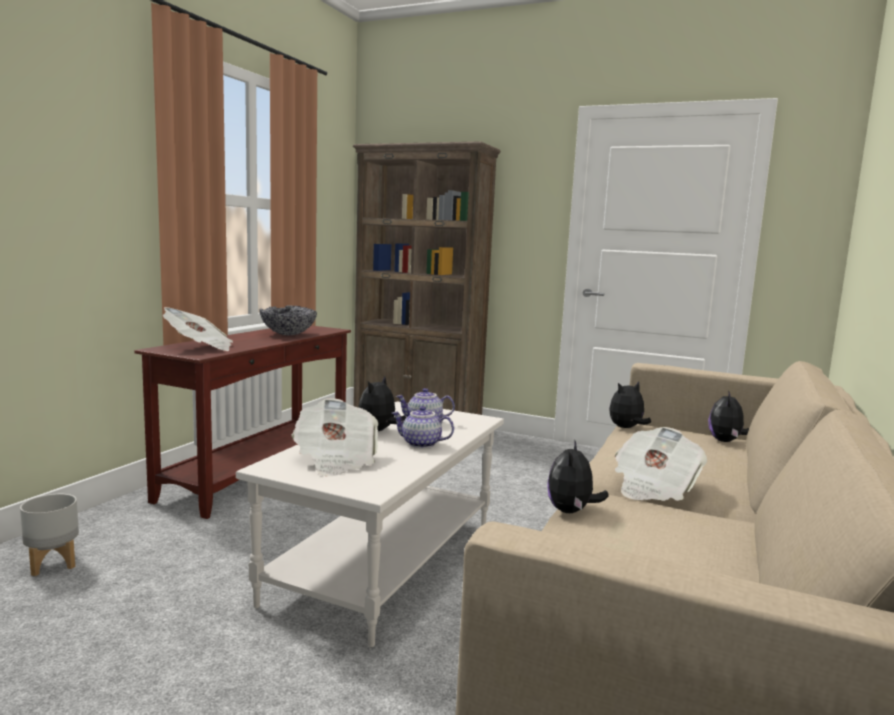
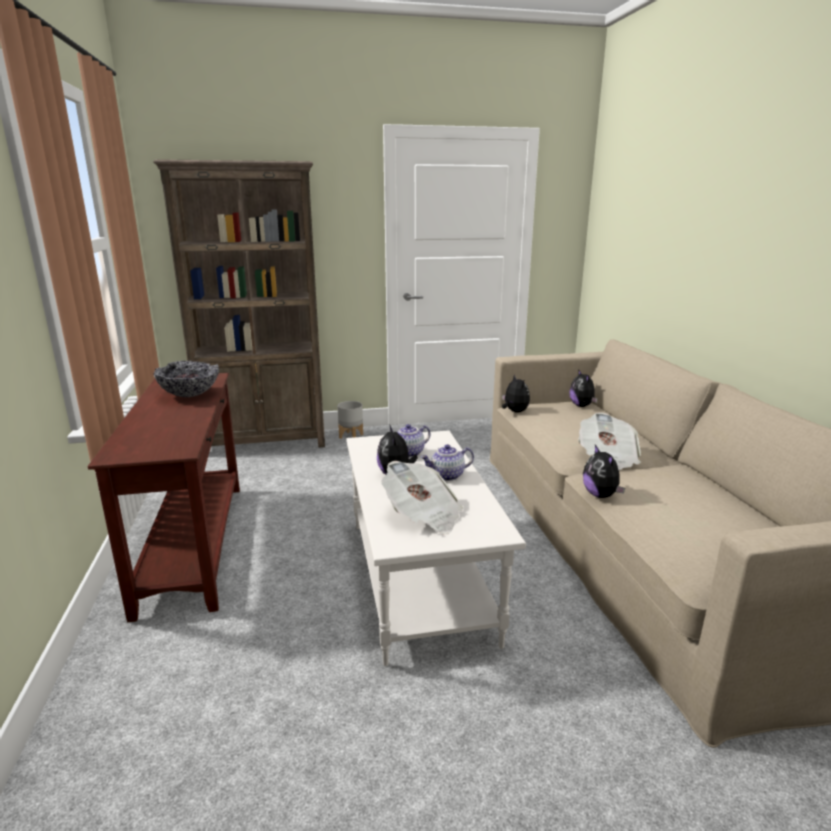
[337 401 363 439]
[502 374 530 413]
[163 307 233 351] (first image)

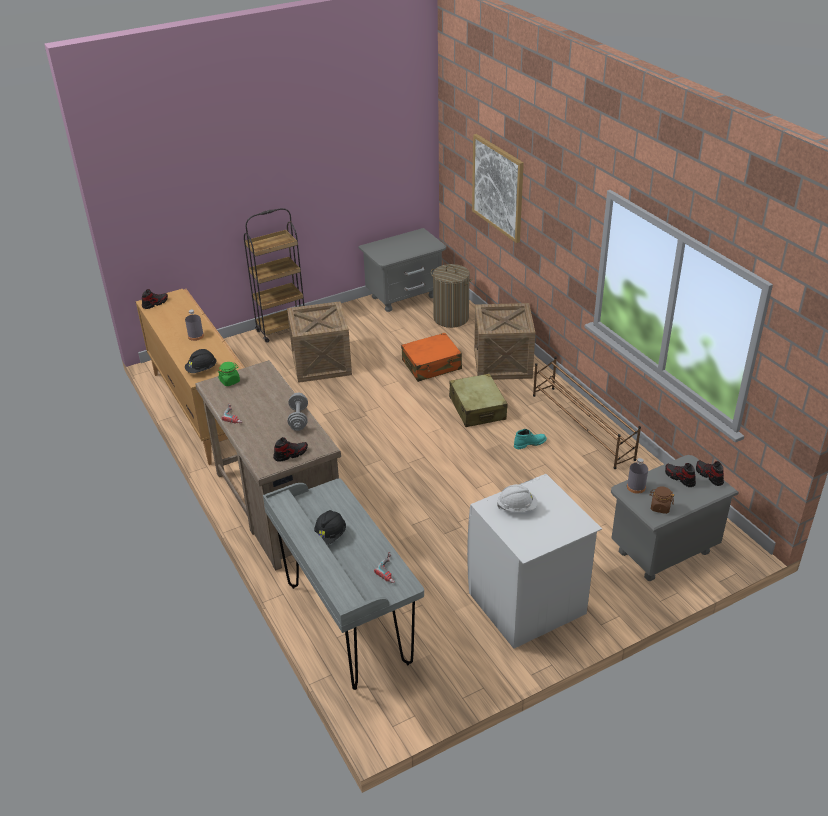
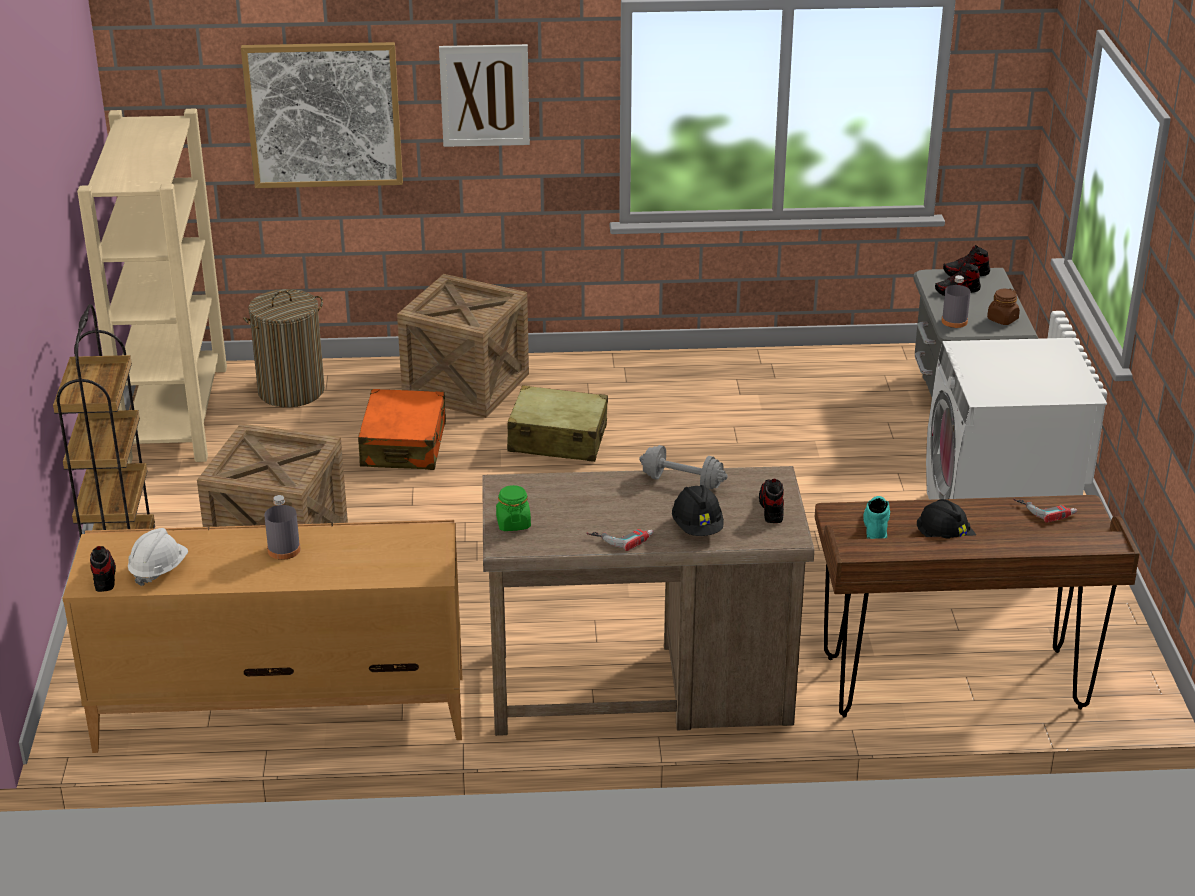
[77 109 227 464]
[128 528 188 586]
[439 44 530 147]
[672 485 724 536]
[815 495 1140 718]
[863 496 890 539]
[533 357 641 469] (first image)

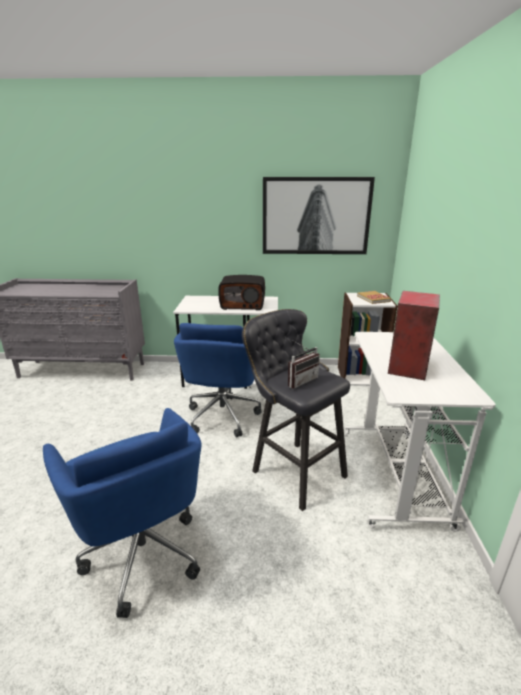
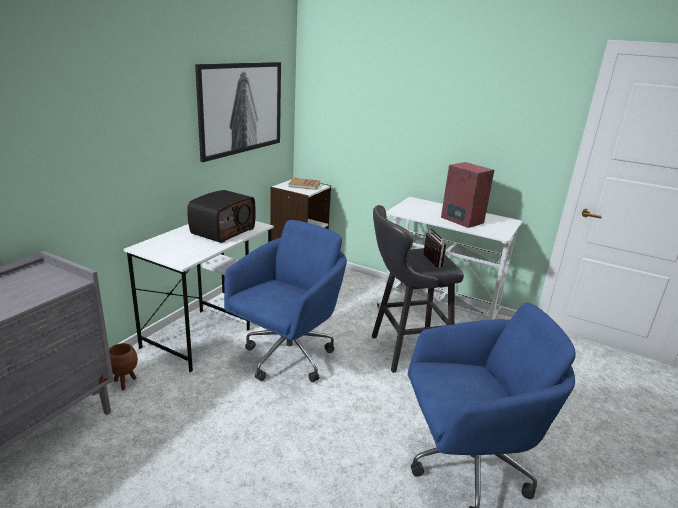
[109 343 138 390]
[224 220 347 382]

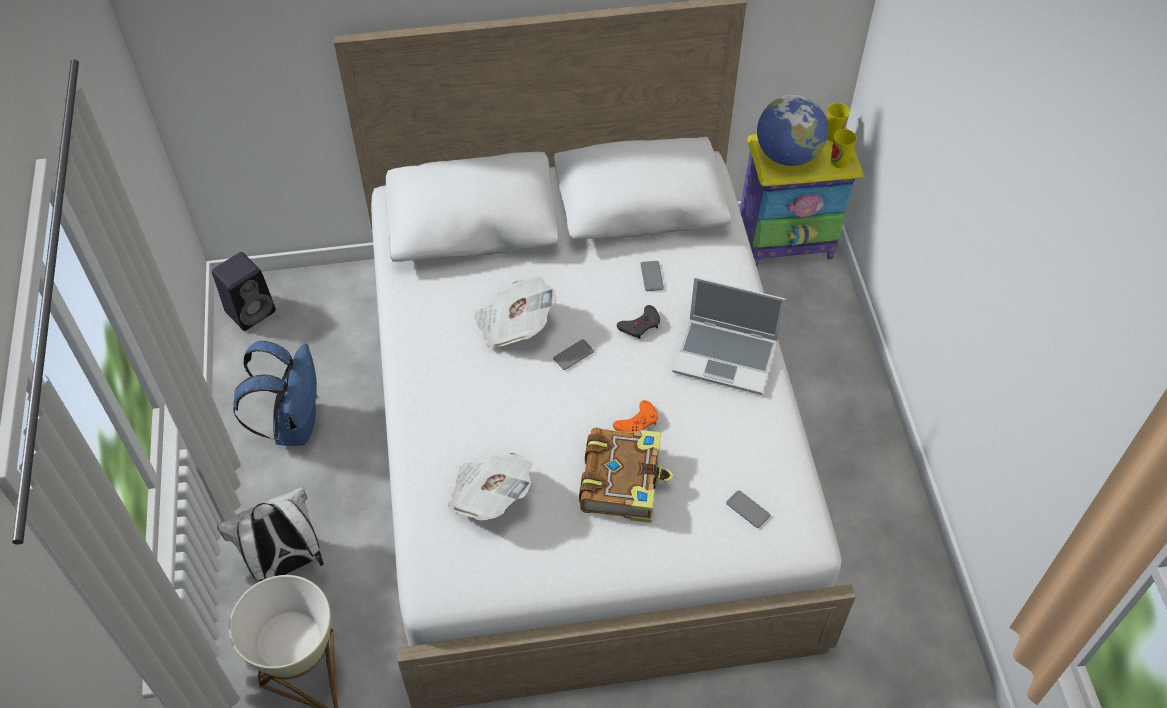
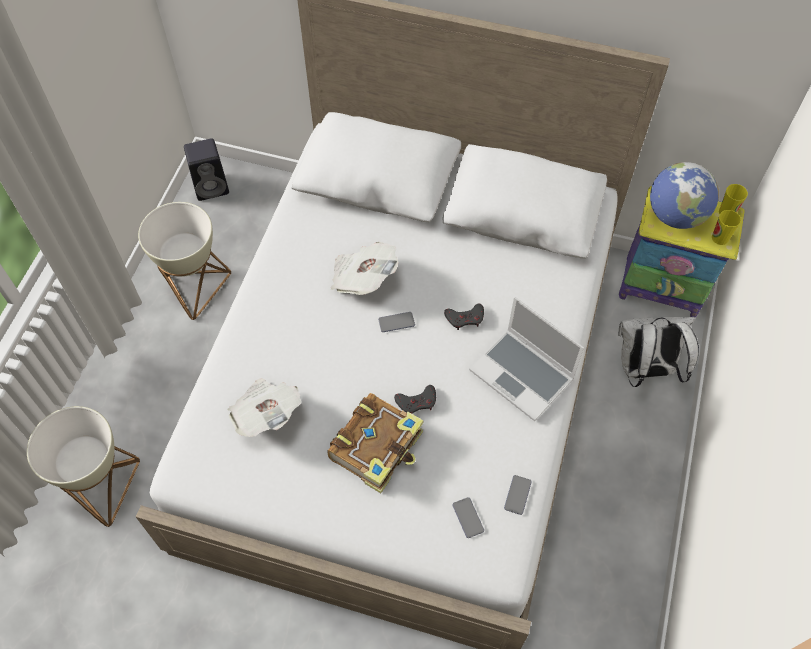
[138 202 231 320]
[394 385 436 414]
[504 475 532 515]
[618 317 699 387]

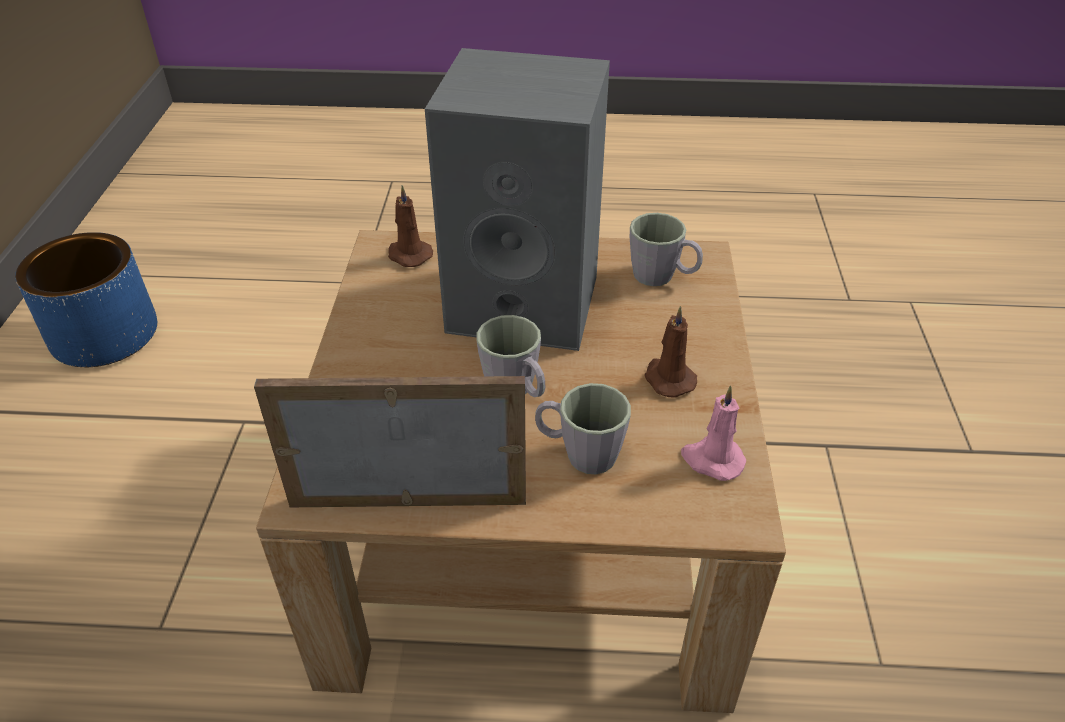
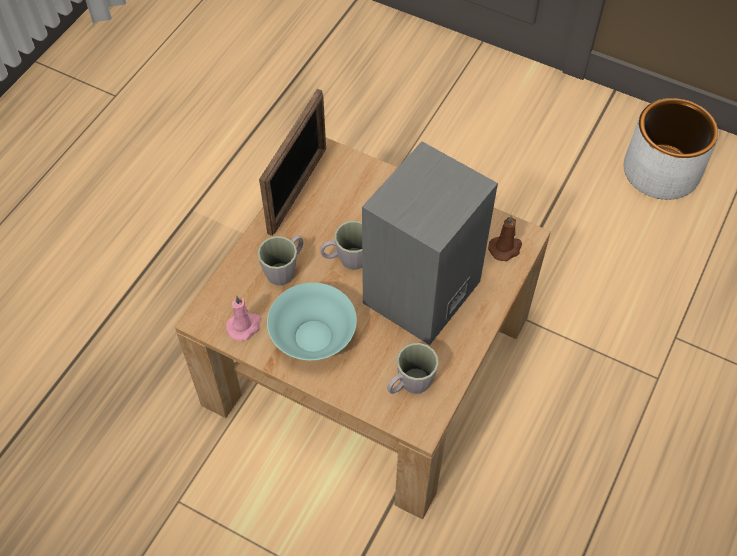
[267 283 357 360]
[624 98 719 200]

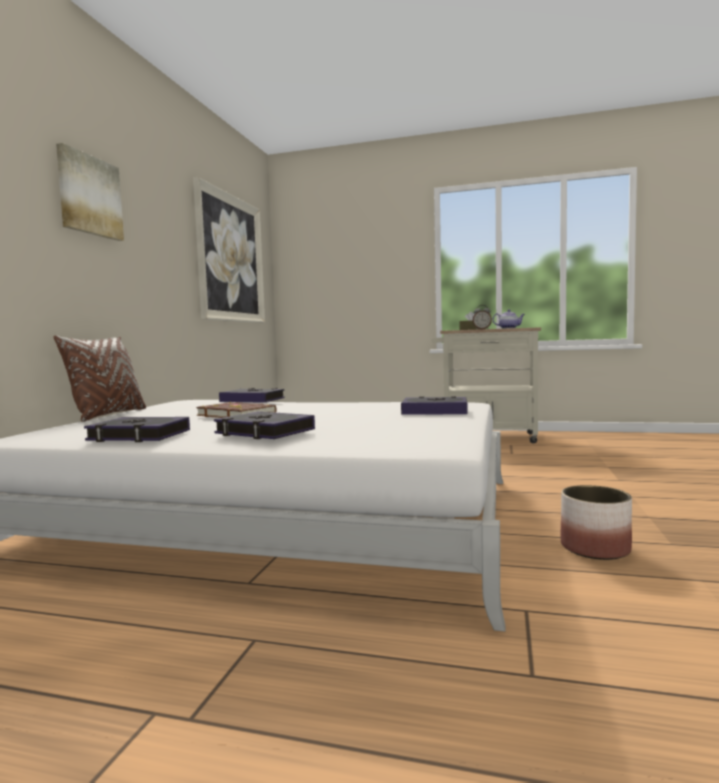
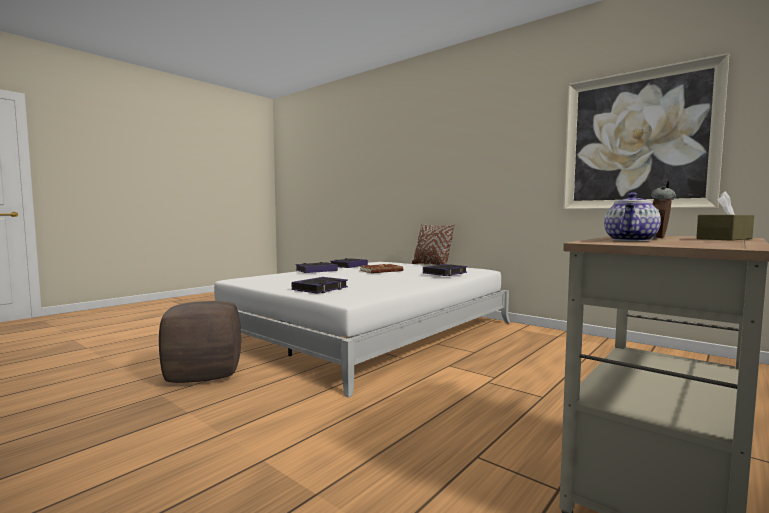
[159 301 241 383]
[56 143 124 241] (first image)

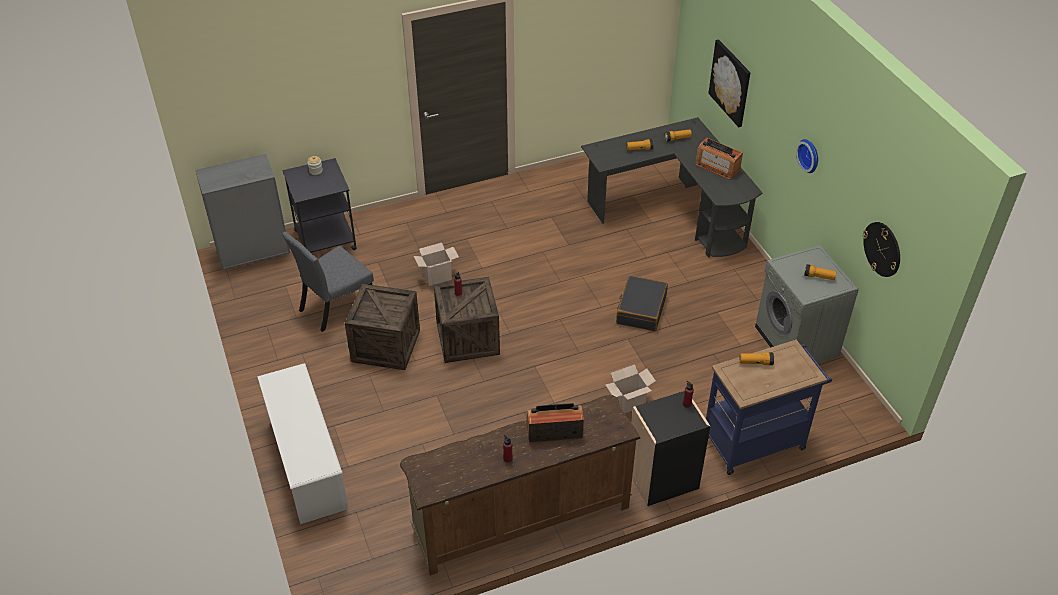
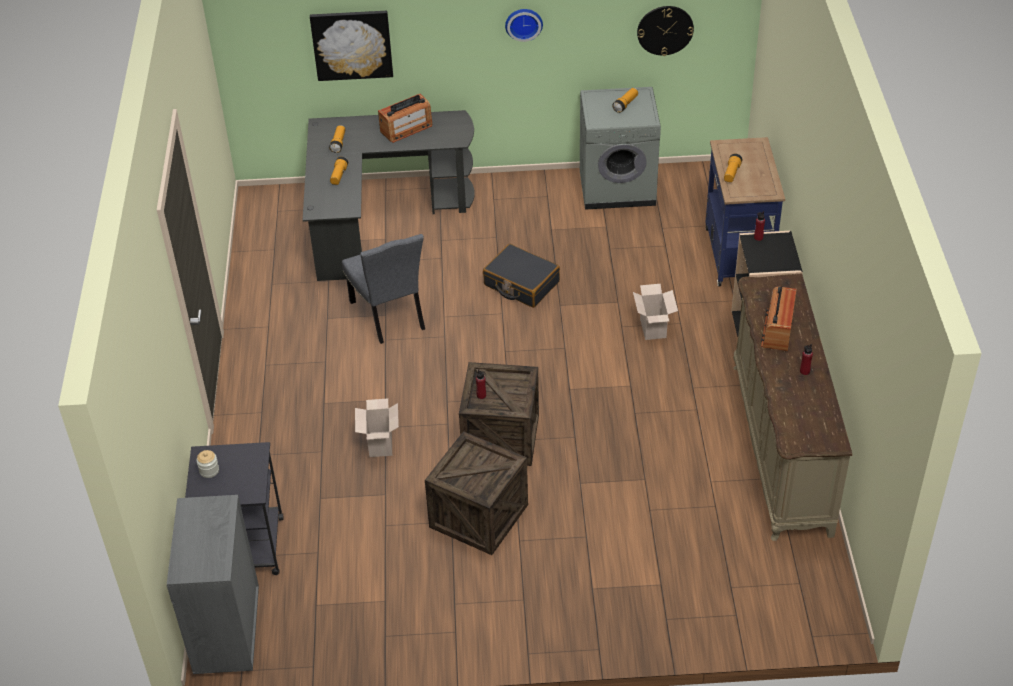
[342 234 425 344]
[257 363 349 524] (first image)

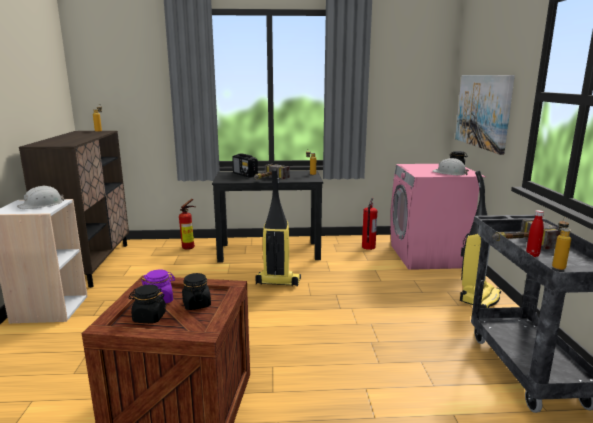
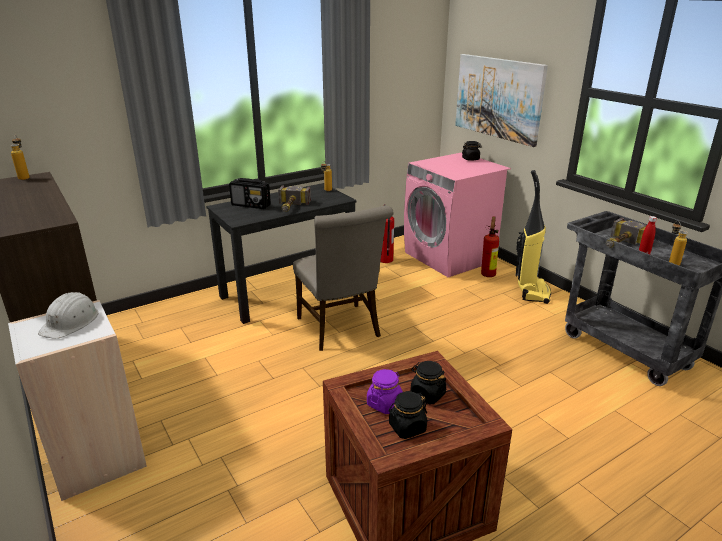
[293 205 394 351]
[481 217 499 277]
[432 158 469 175] (first image)

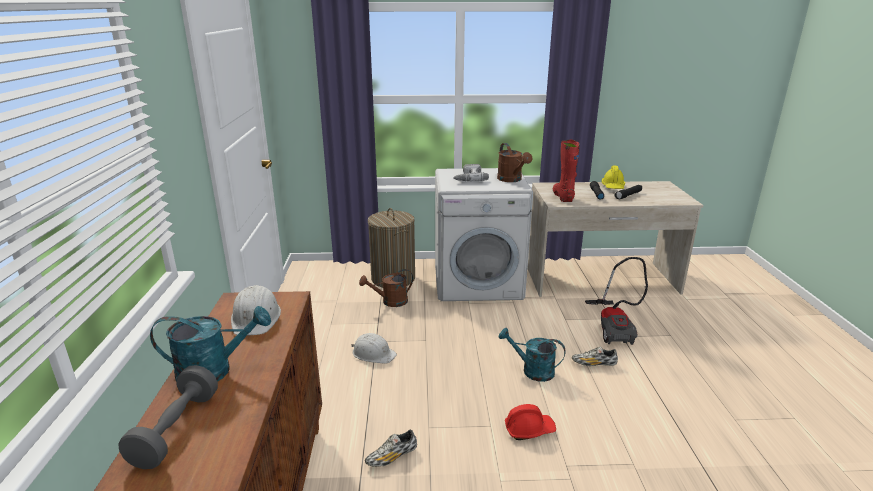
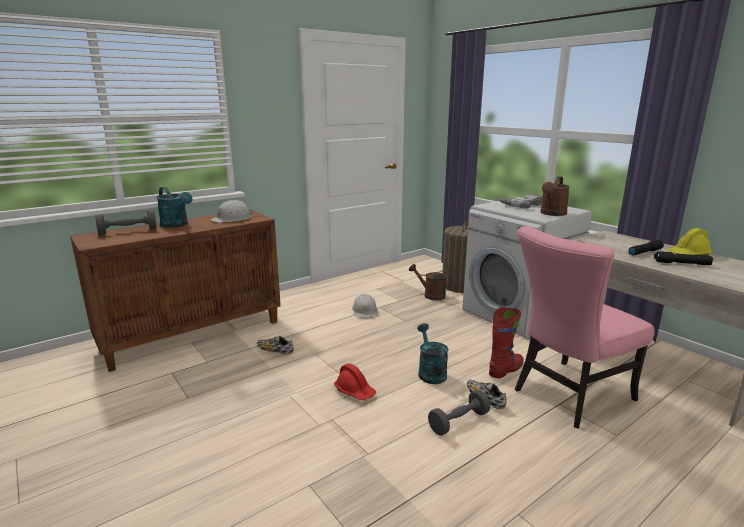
[428 390 490 435]
[489 307 524 378]
[515 226 655 429]

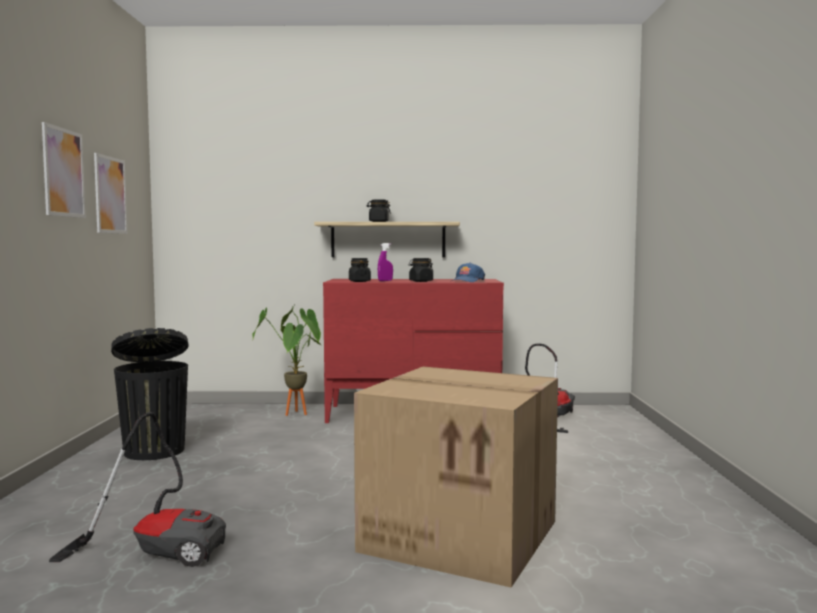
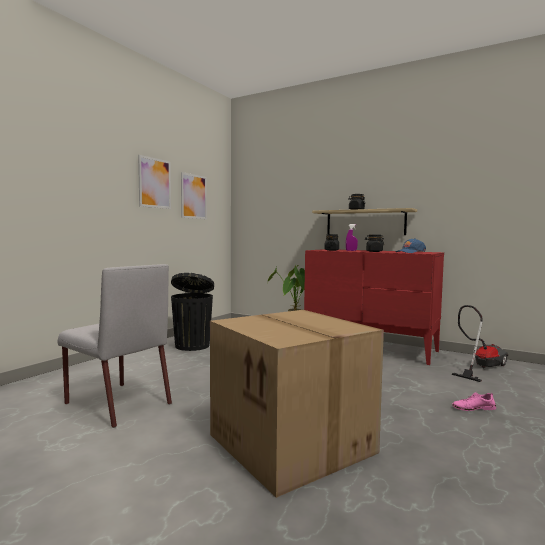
[58 264 172 428]
[452 391 496 411]

